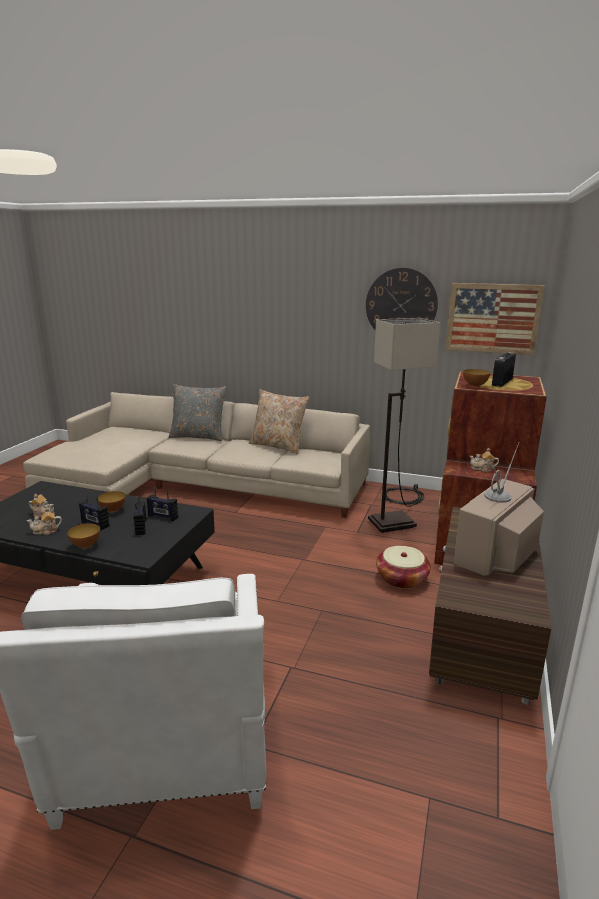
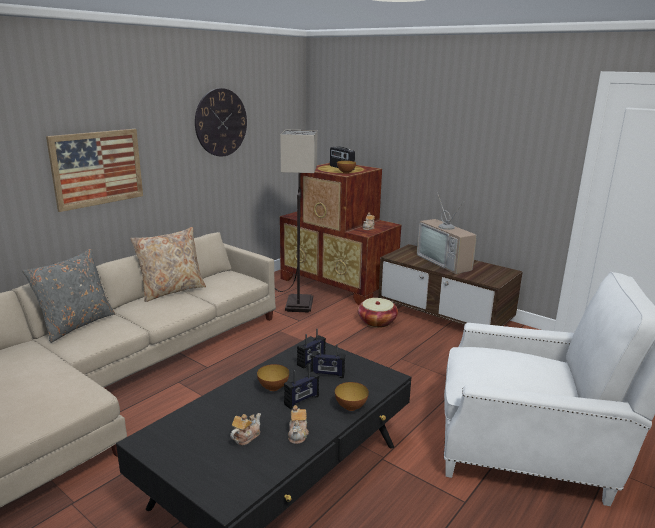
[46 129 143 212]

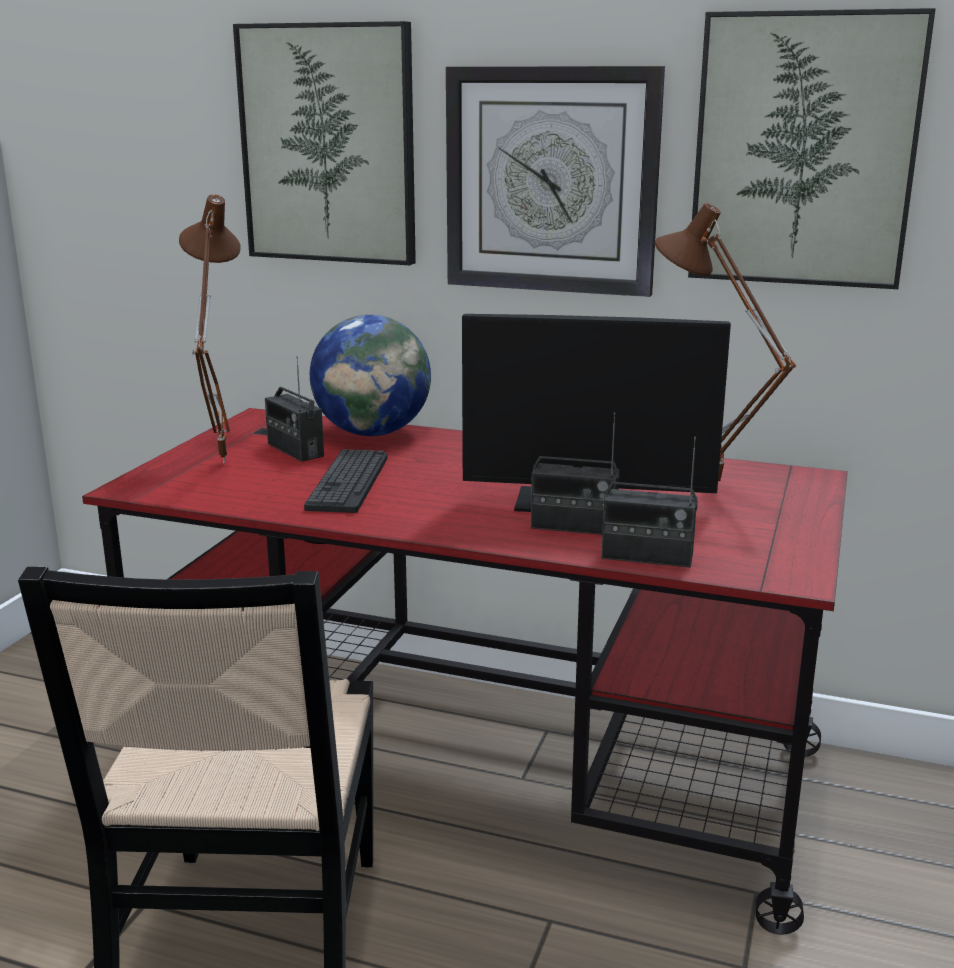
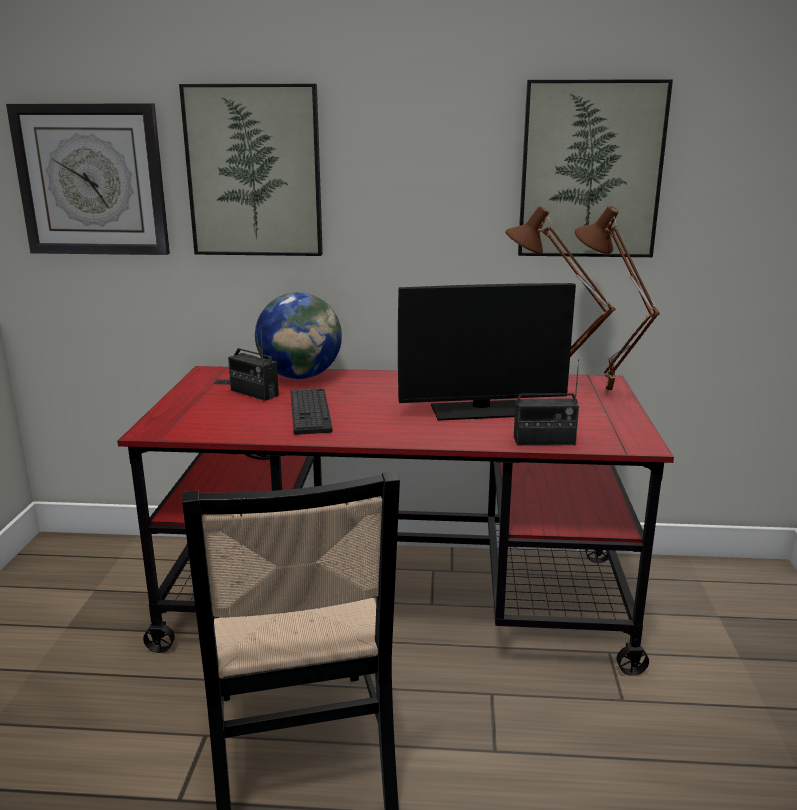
[6 104 170 255]
[575 206 660 395]
[531 412 619 535] (first image)

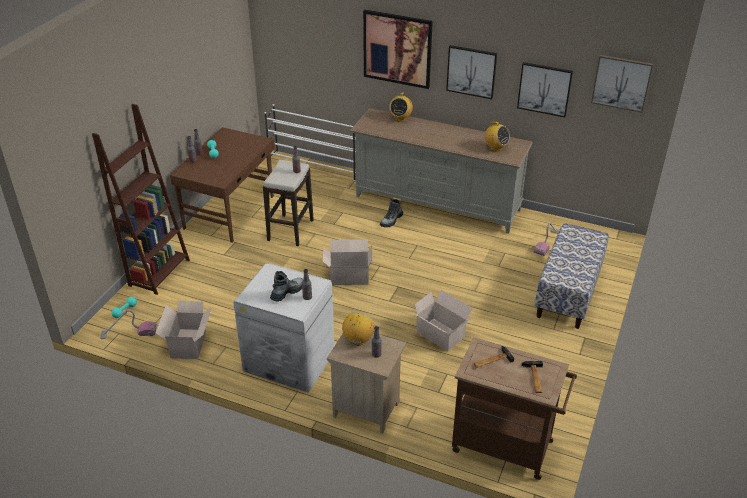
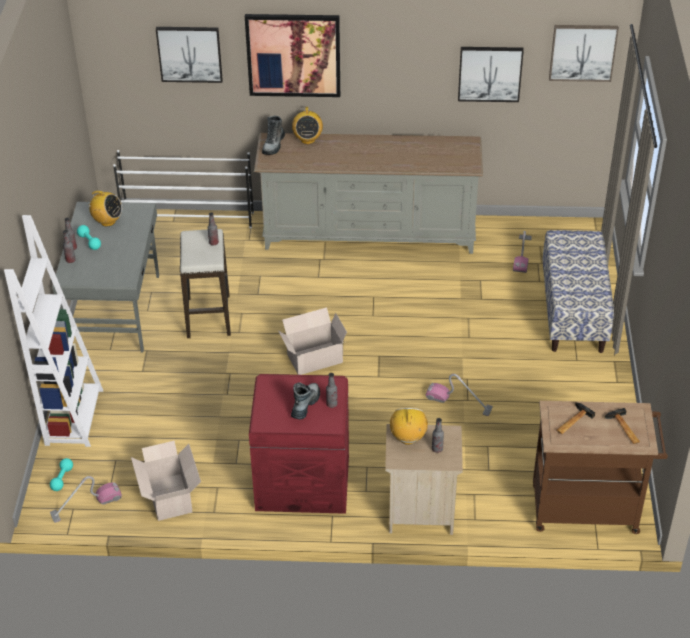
[4 215 103 447]
[53 202 159 353]
[86 191 122 226]
[156 27 223 83]
[249 374 349 514]
[262 116 285 155]
[426 374 493 416]

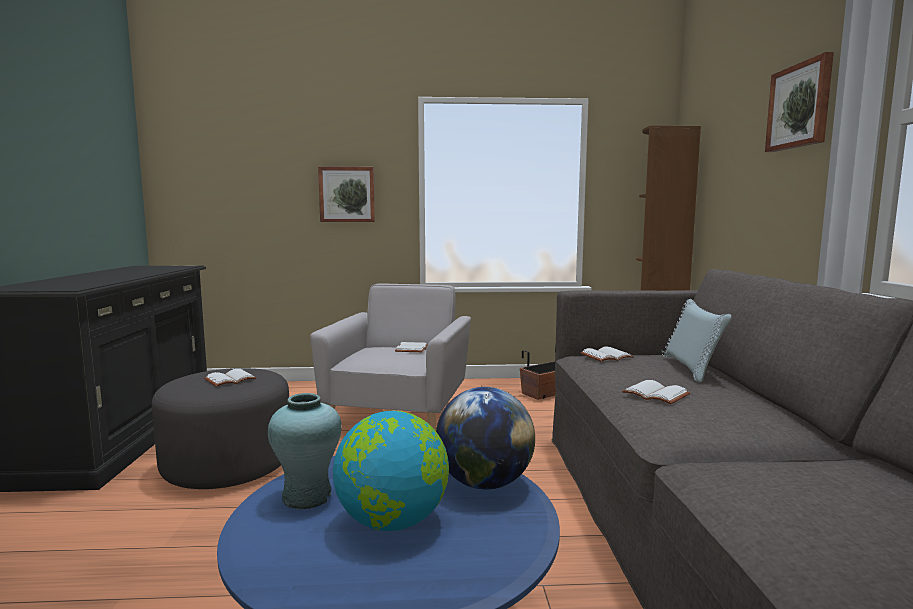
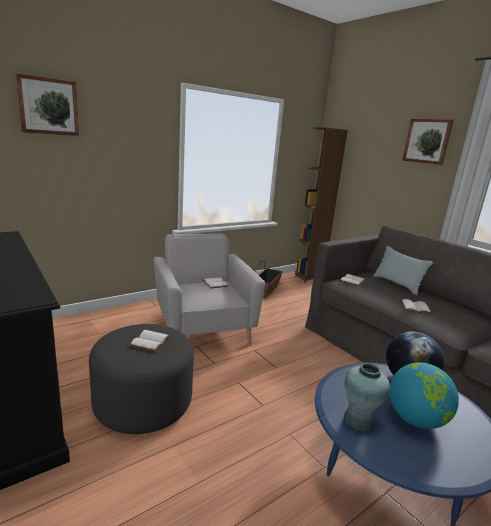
[15 73 79 136]

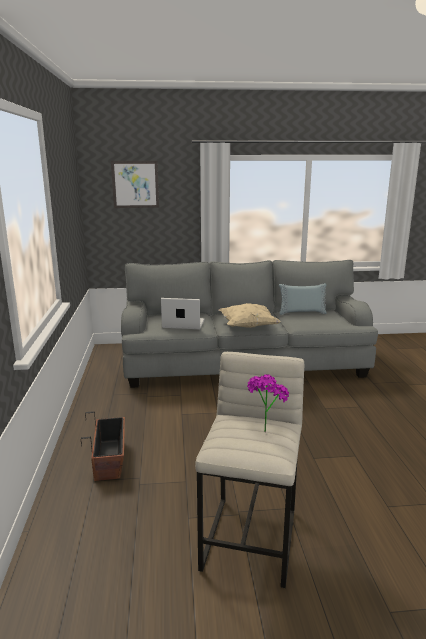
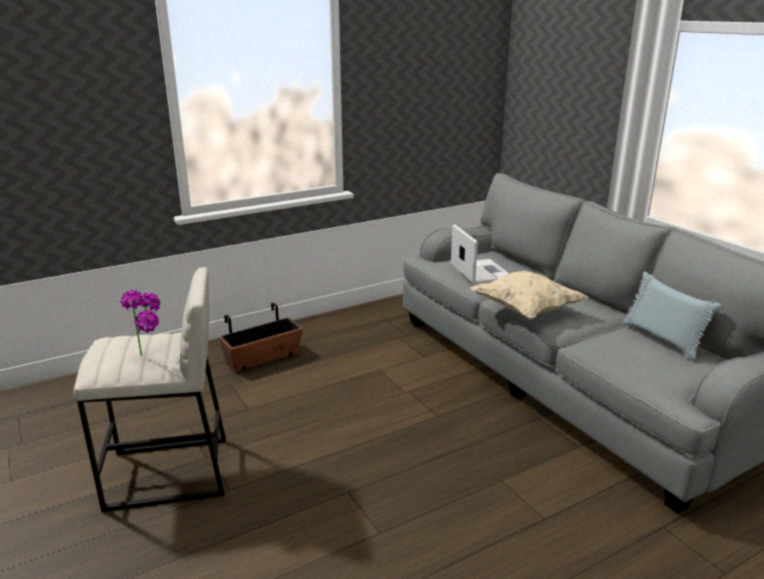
[111 161 159 208] (first image)

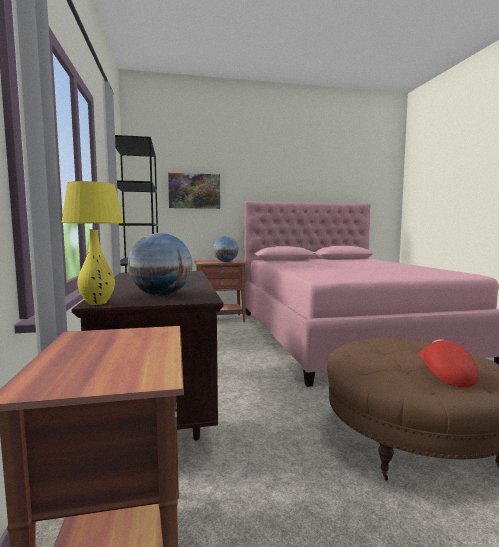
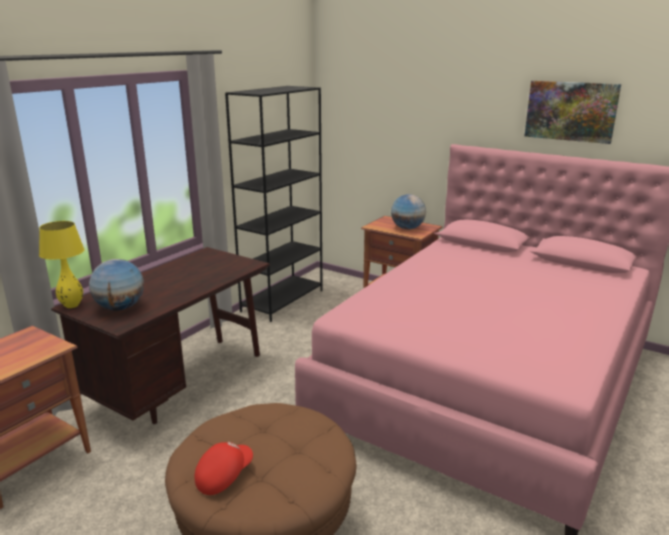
[525 81 621 144]

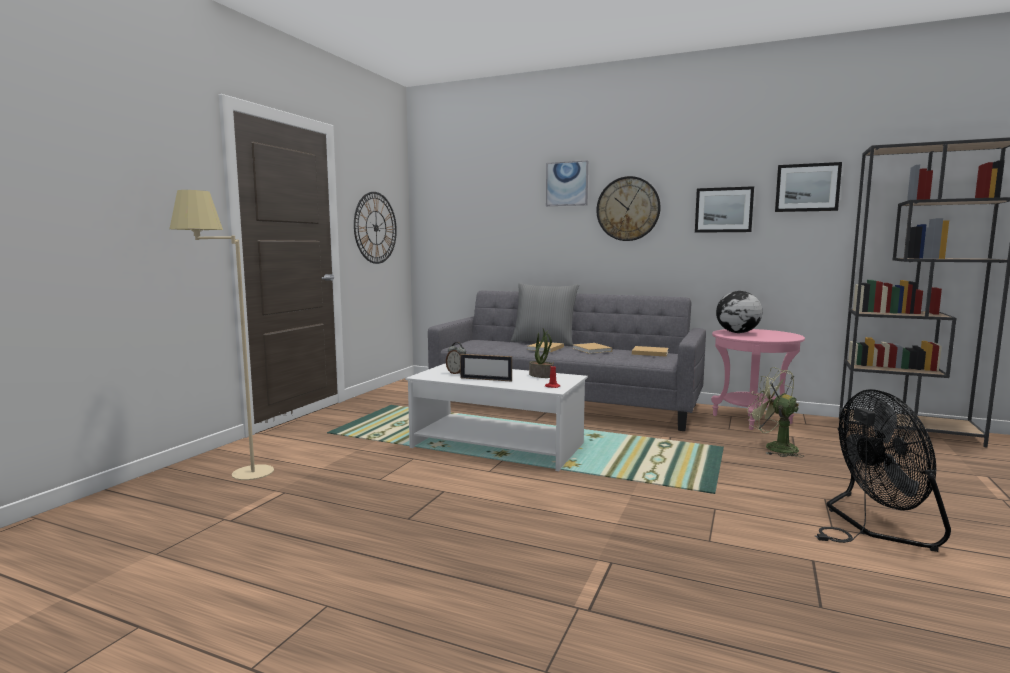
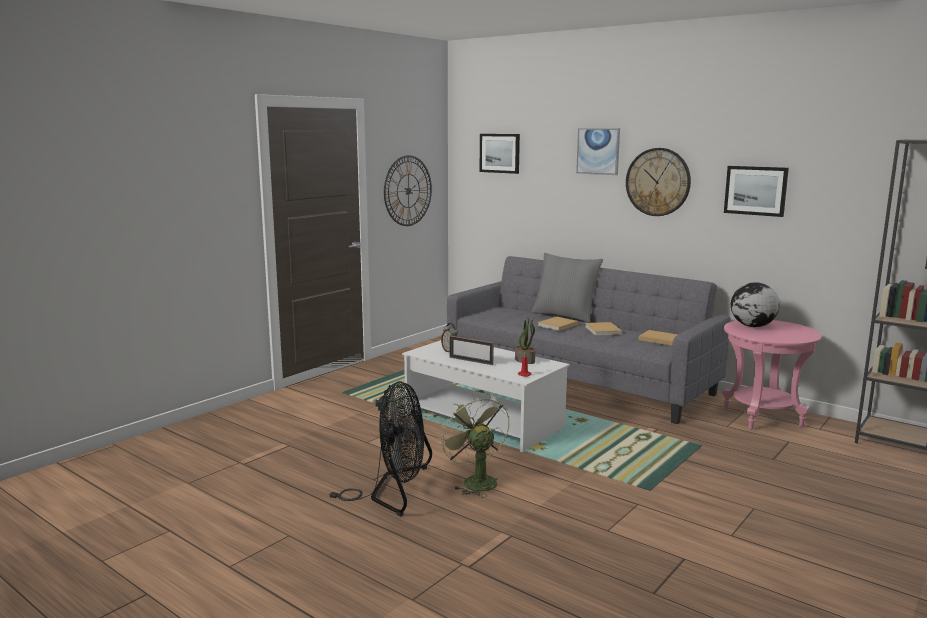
[329 381 432 517]
[438 394 509 498]
[480 134 520 174]
[169 190 274 480] (first image)

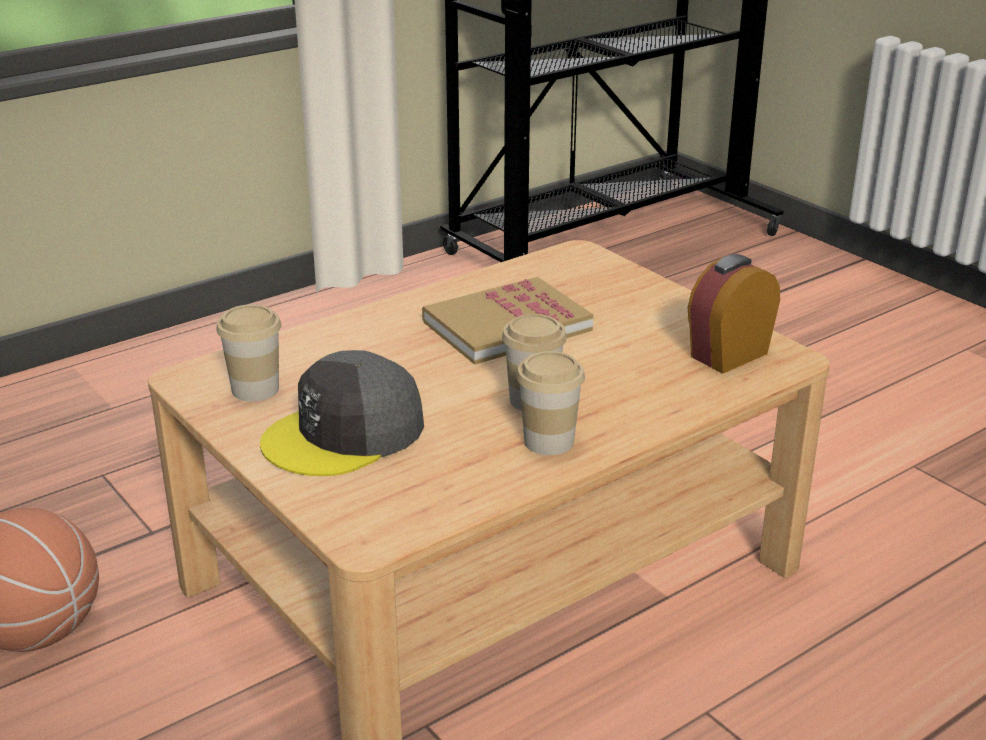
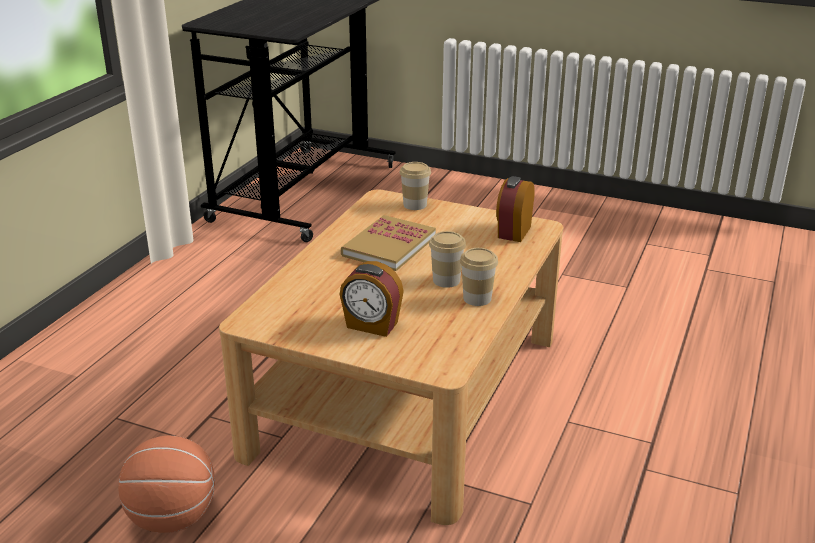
[340 261 404 337]
[399 162 431 210]

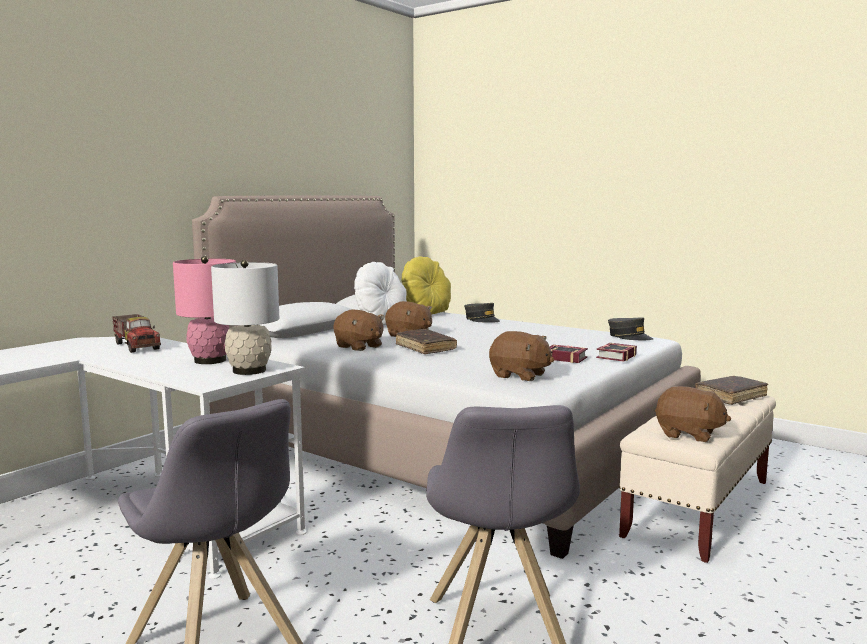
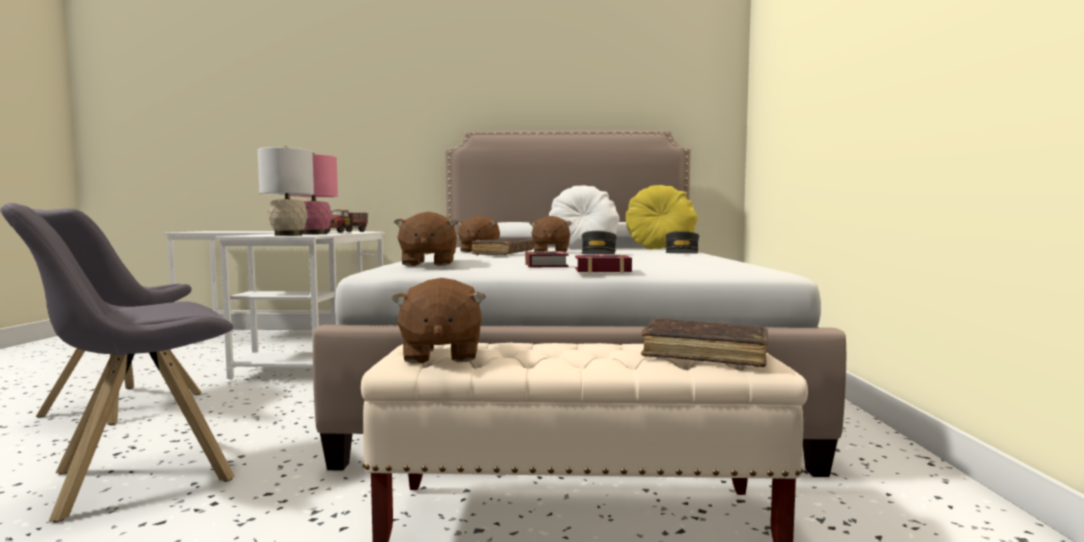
[581 231 617 255]

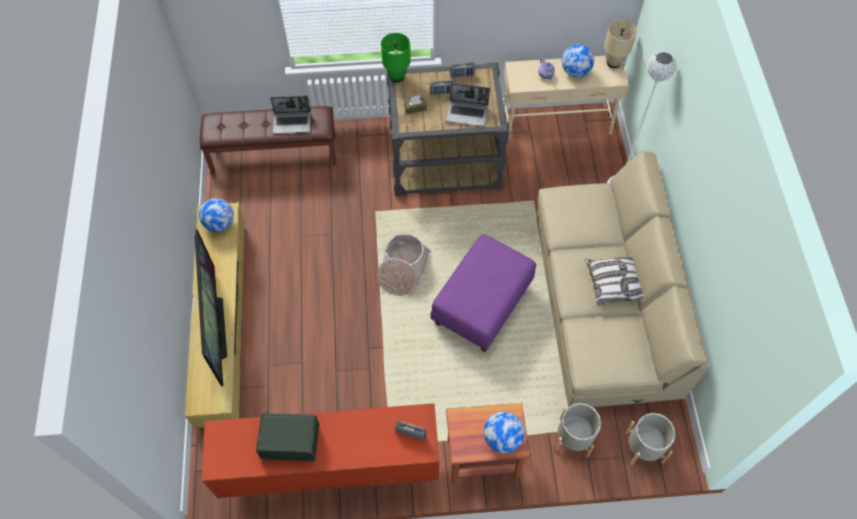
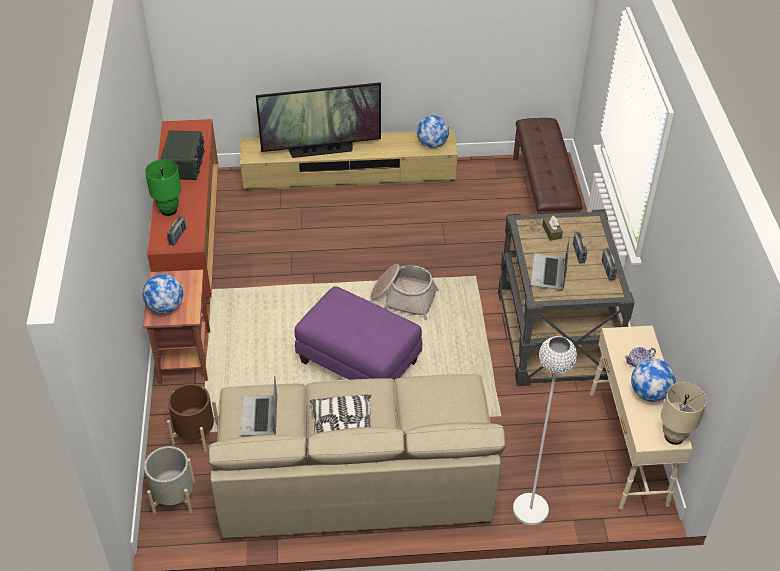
[145 159 181 216]
[167 383 218 452]
[241 375 277 436]

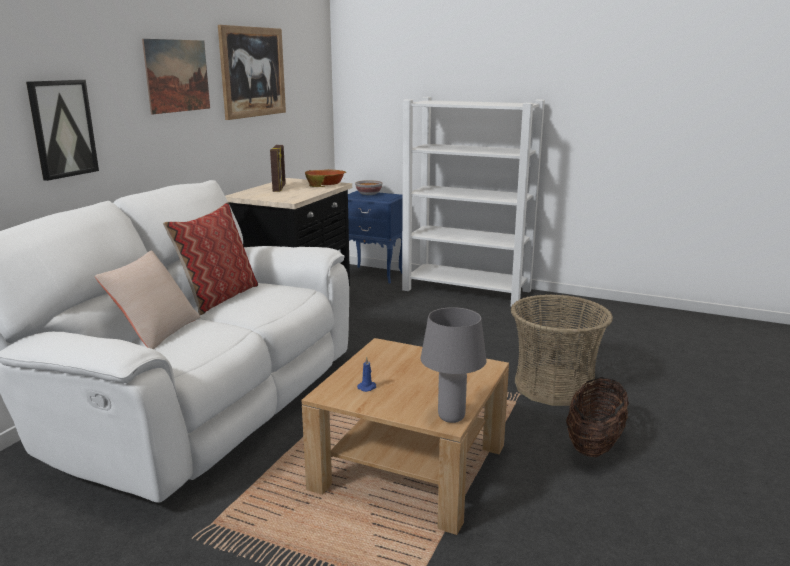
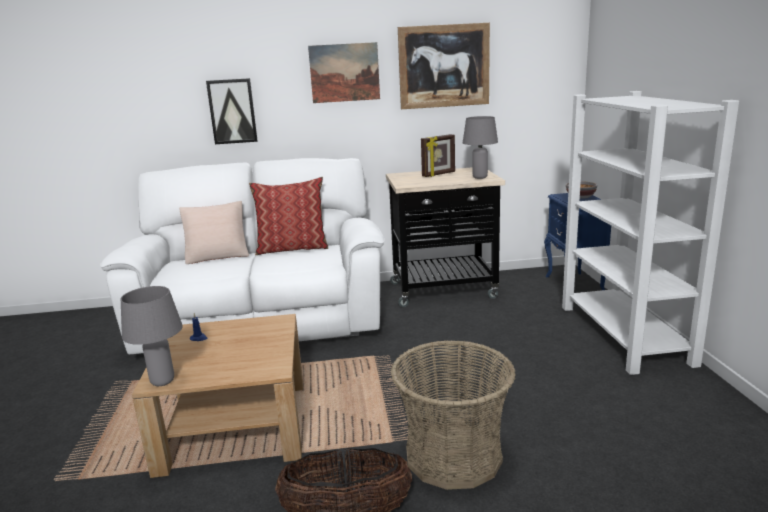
[463 116 498 179]

